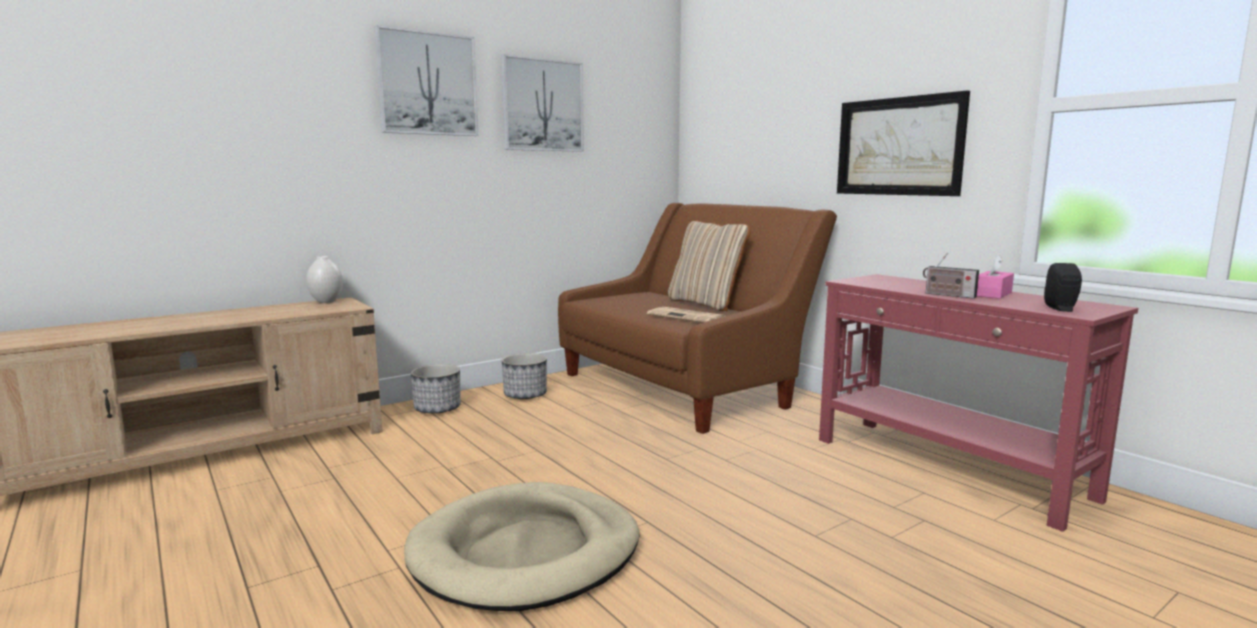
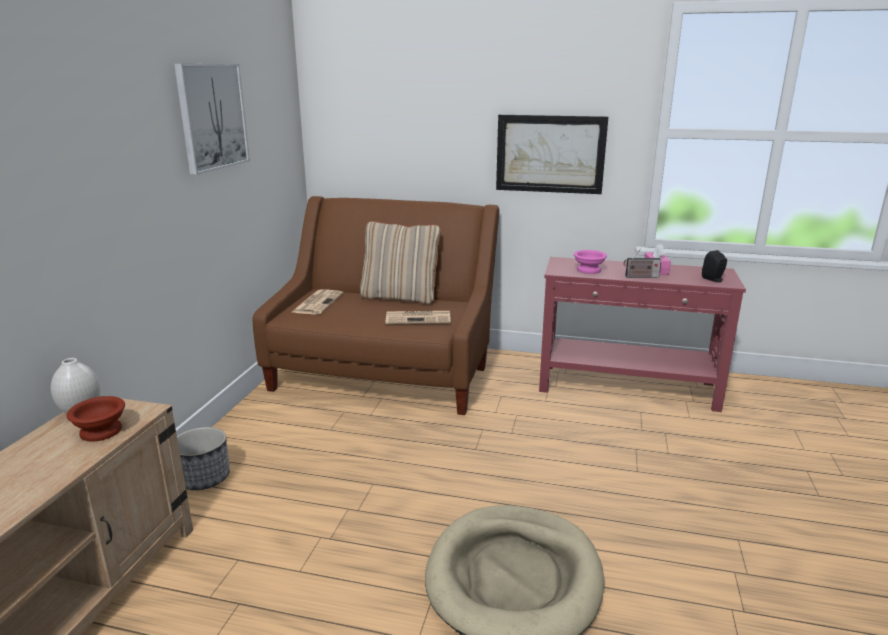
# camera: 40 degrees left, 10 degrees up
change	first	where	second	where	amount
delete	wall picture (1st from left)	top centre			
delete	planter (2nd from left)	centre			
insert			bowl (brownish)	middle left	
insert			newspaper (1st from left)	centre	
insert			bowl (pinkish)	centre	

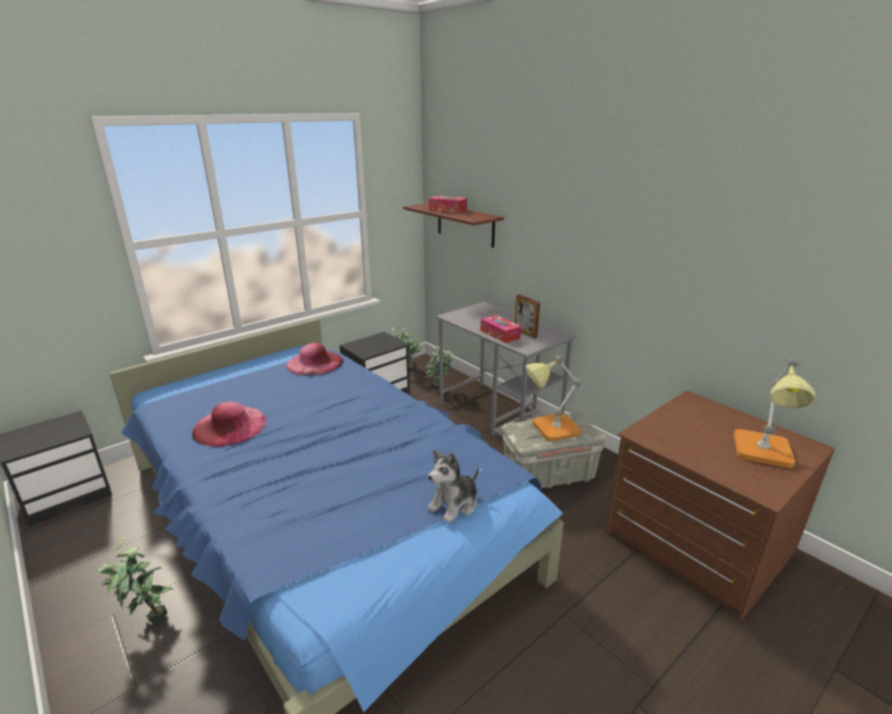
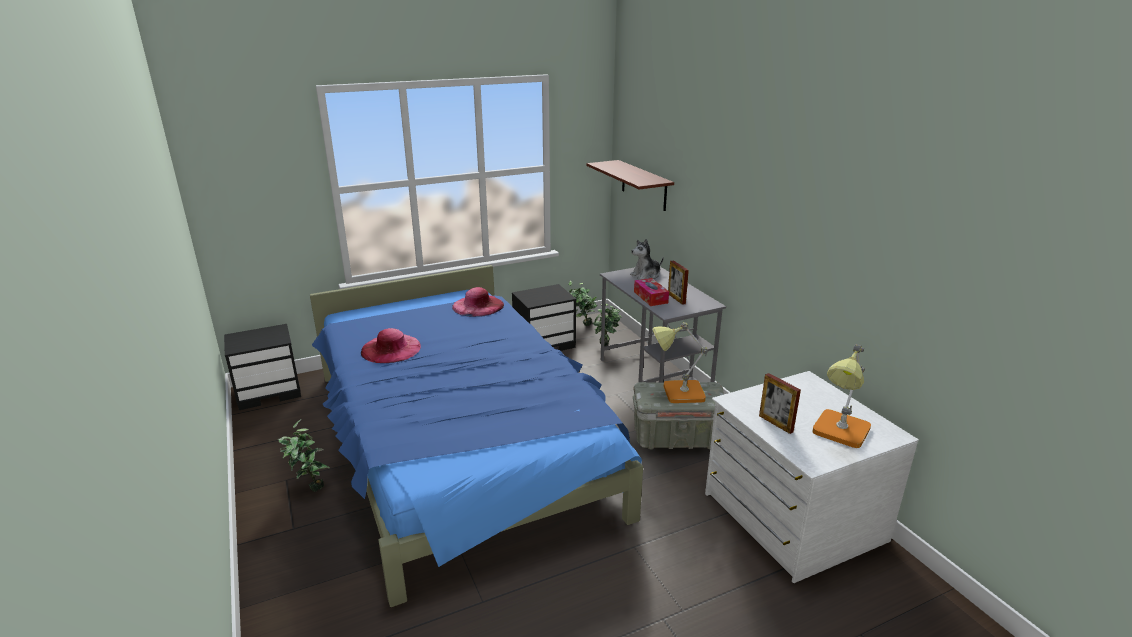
# camera: 15 degrees right, 0 degrees up
change	first	where	second	where	amount
move	cuddly toy	bottom centre		centre	
delete	tissue box (1st from left)	top centre			
recolor	chest of drawers (brownish)	bottom right	chest of drawers (white-coloured)	bottom right	
insert			picture frame (2nd from left)	middle right	

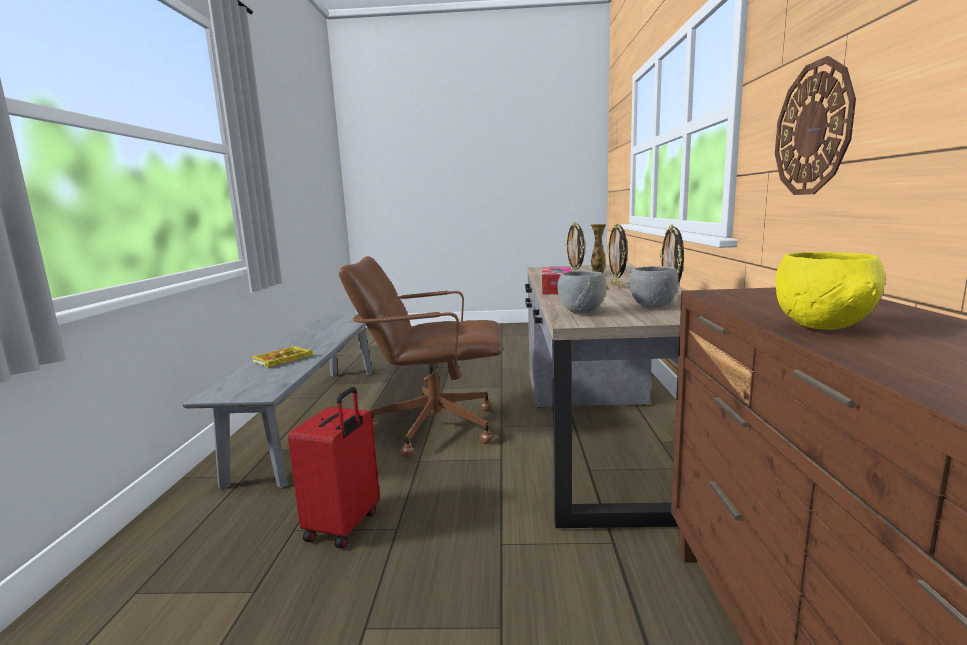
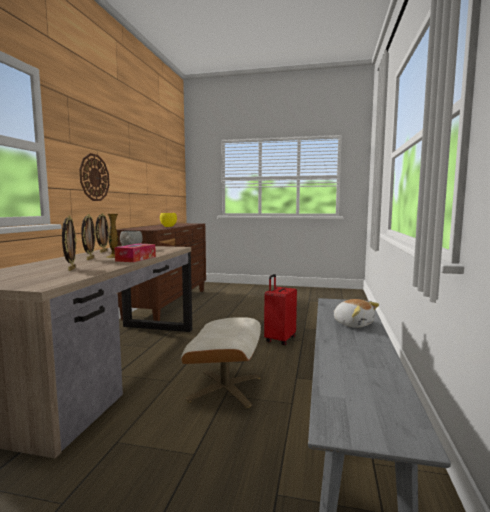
# camera: 170 degrees left, 5 degrees down
change	first	where	second	where	amount
replace	book	middle left	cuddly toy	middle right	
replace	desk chair (brownish)	centre	pouffe (beige)	bottom centre	
delete	bowl (greyish) (1st from left)	centre			

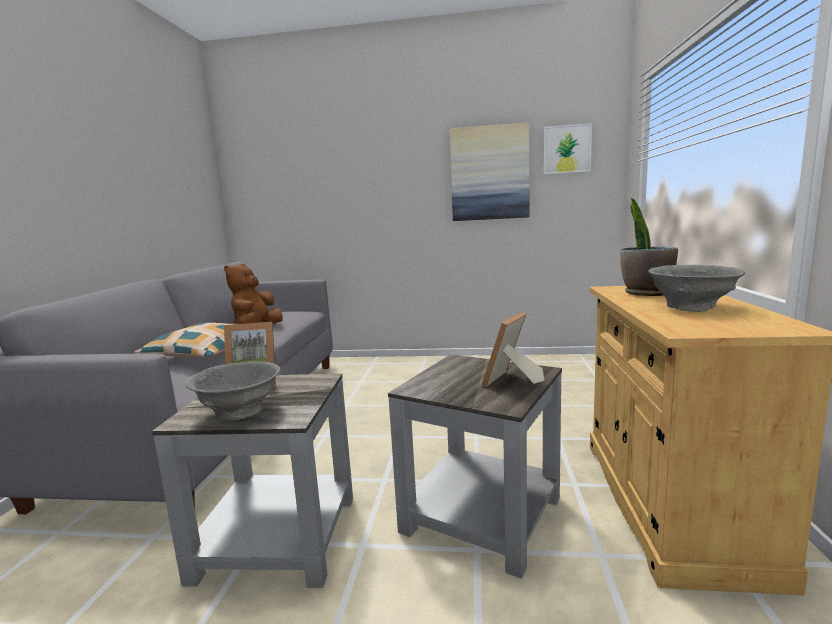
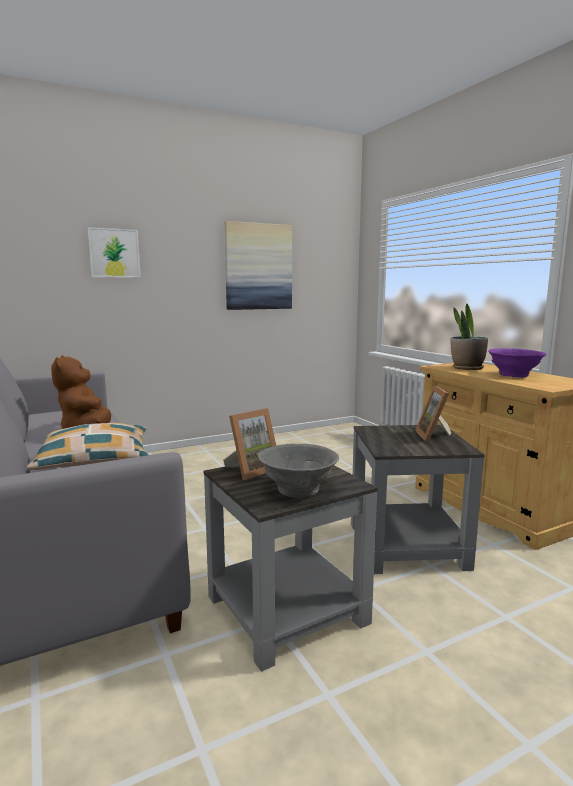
# camera: 35 degrees left, 0 degrees up
change	first	where	second	where	amount
move	wall picture (2nd from left in the first image)	top right	wall picture (1st from left)	top left	
recolor	bowl (greyish) (2nd from left)	middle right	bowl (purplish)	middle right	

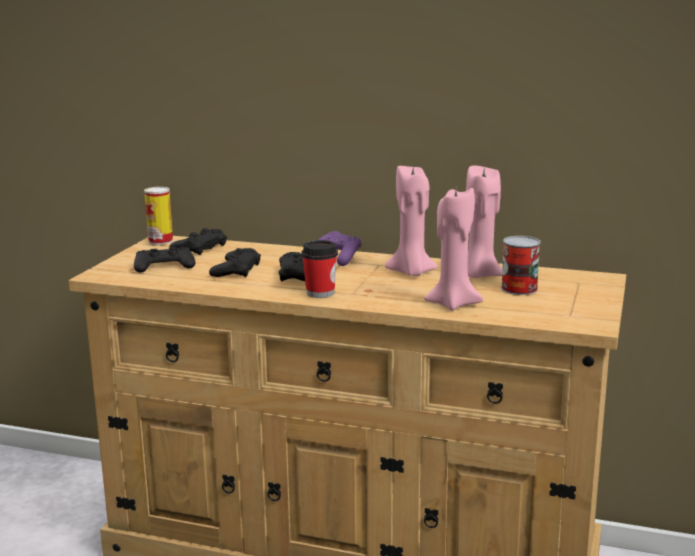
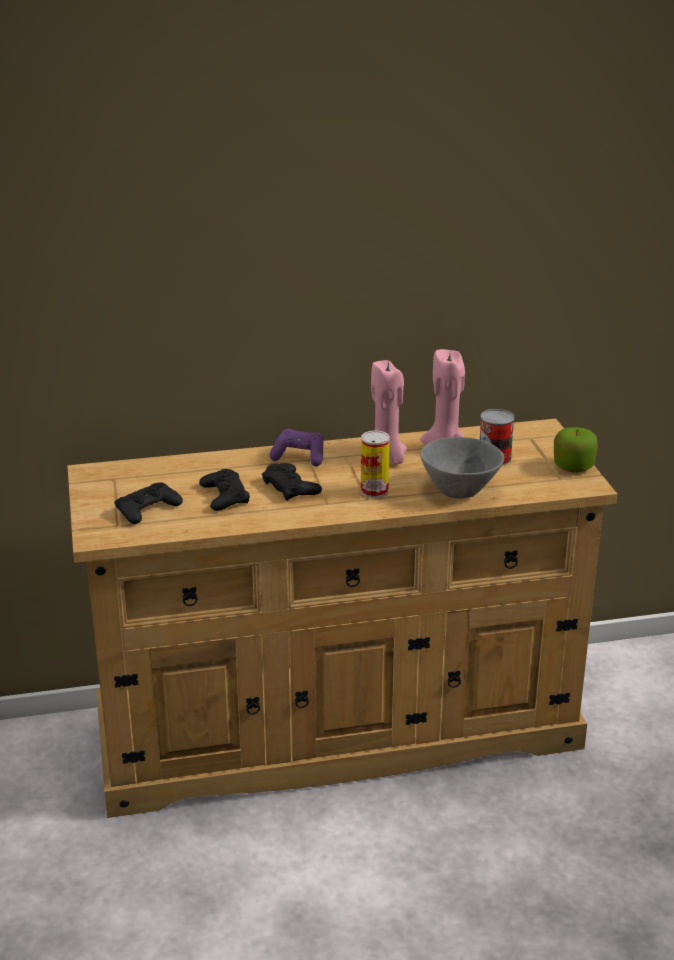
# camera: 30 degrees left, 10 degrees up
change	first	where	second	where	amount
move	can (1st from left)	middle left		centre	
delete	joypad (black) (2nd from left)	middle left			
delete	small cup	centre			
replace	candle (pinkish) (2nd from left)	centre	bowl (greyish)	middle right	
insert			apple fruit	middle right	

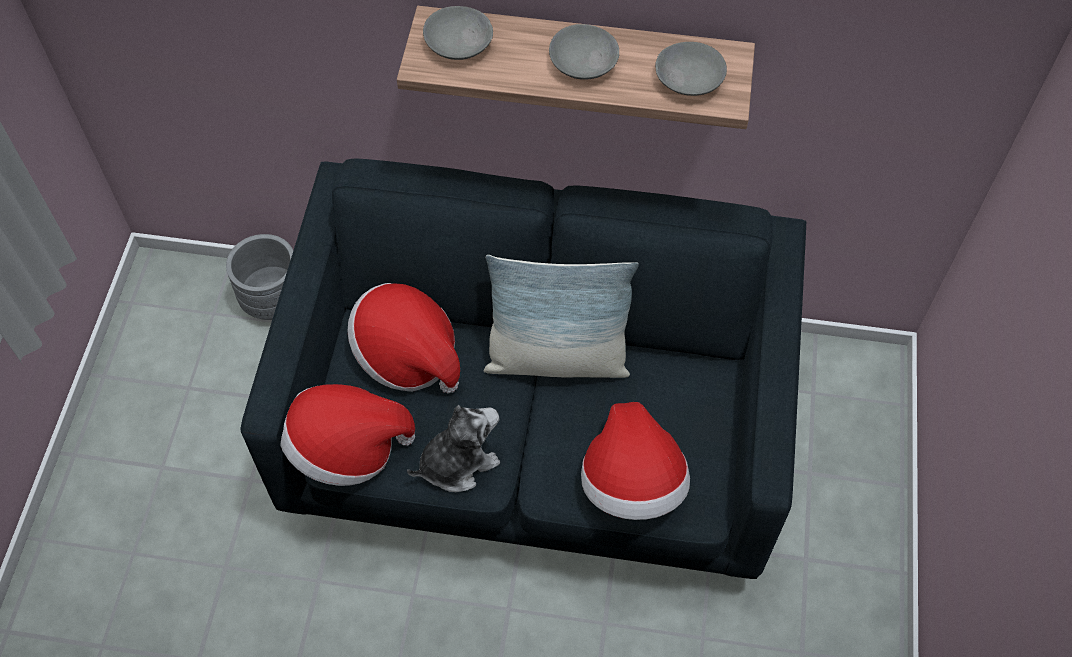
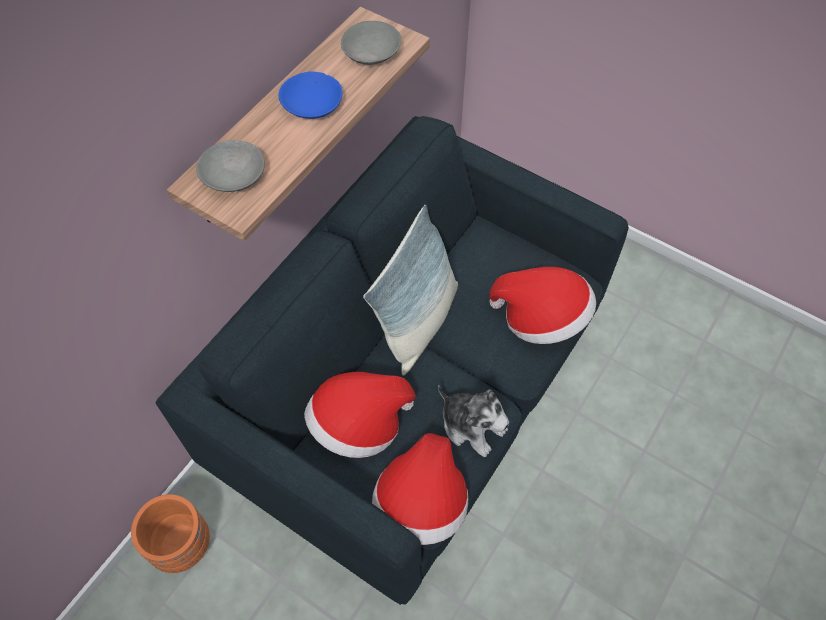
# camera: 65 degrees left, 0 degrees up
change	first	where	second	where	amount
recolor	planter (greyish)	middle left	planter (orangey)	bottom left	
rotate	cuddly toy	bottom centre		bottom centre	135 degrees clockwise
recolor	bowl (greyish) (2nd from left)	top centre	bowl (blue)	top centre	

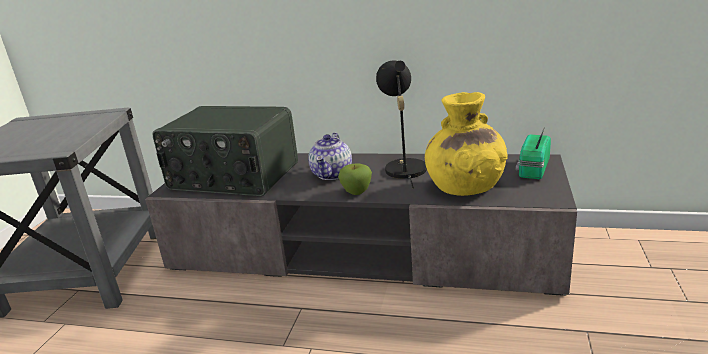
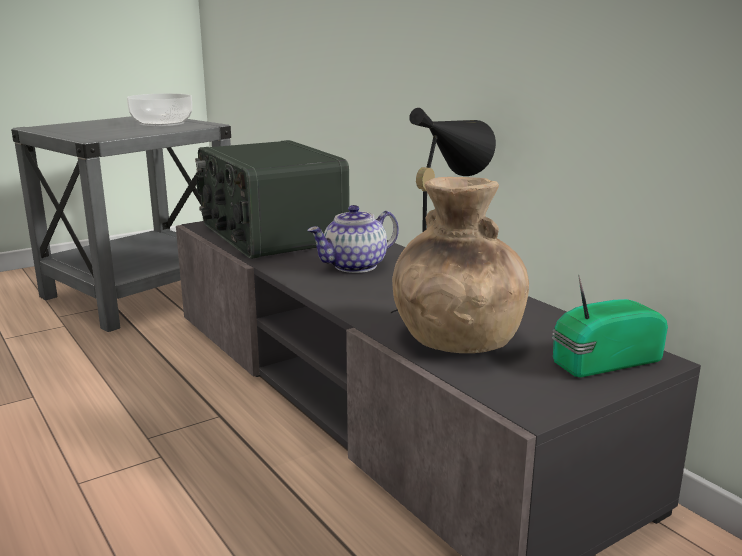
# camera: 40 degrees right, 5 degrees down
change	first	where	second	where	amount
delete	apple fruit	centre			
recolor	vase (yellowish)	centre	vase (brownish)	centre	
insert			bowl	top left	

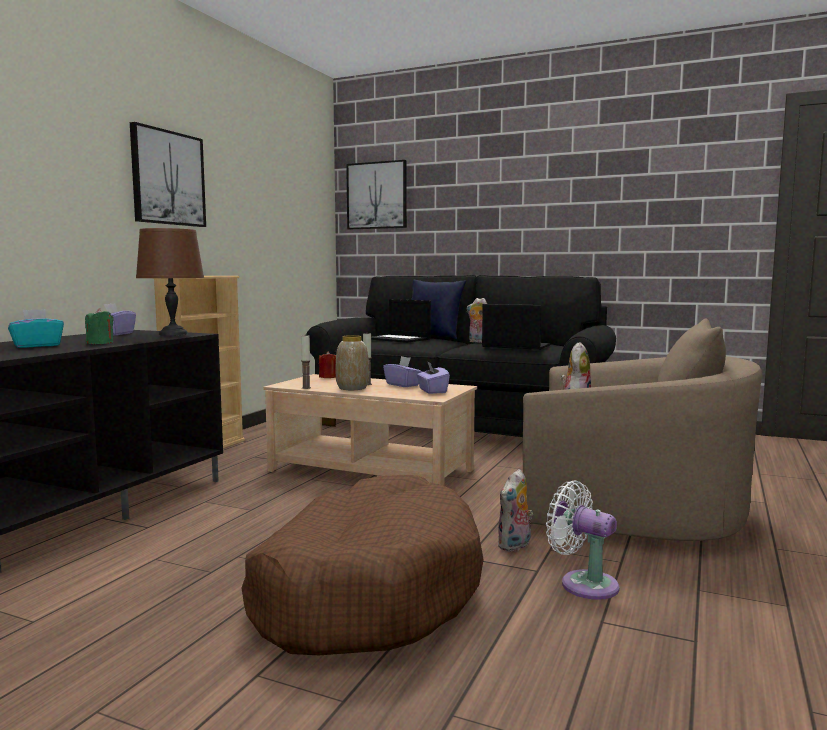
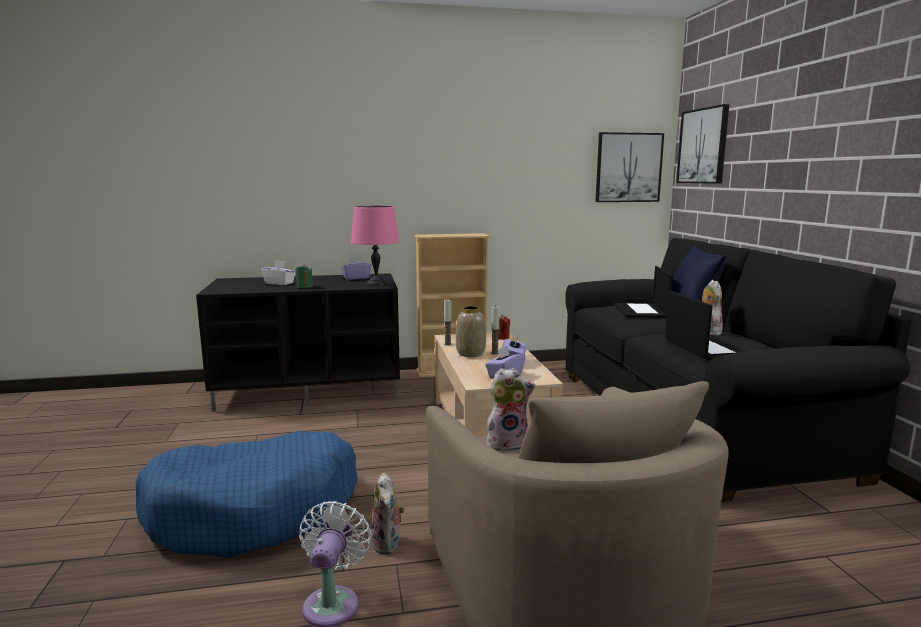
# camera: 55 degrees right, 5 degrees up
change	first	where	second	where	amount
recolor	tissue box (turquoise-coloured)	middle left	tissue box (white-coloured)	middle left	
move	wall picture (1st from left)	top left		top right	
recolor	table lamp (brownish)	middle left	table lamp (pinkish)	centre	
recolor	pet bed (brownish)	bottom centre	pet bed (blue)	bottom left	
rotate	cuddly toy (2nd from left in the first image)	bottom centre	cuddly toy (1st from left)	bottom centre	105 degrees counterclockwise

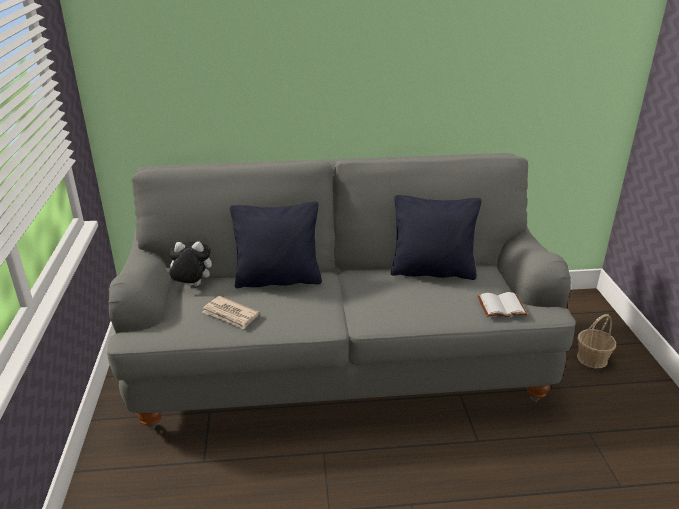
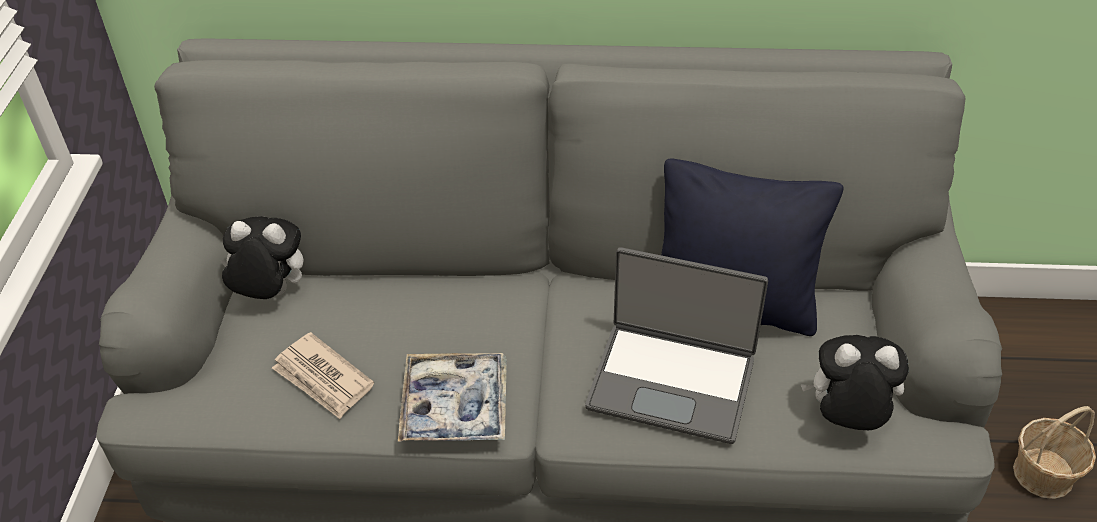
# camera: 10 degrees right, 15 degrees up
change	first	where	second	where	amount
delete	pillow (black) (1st from left)	centre			
replace	book (white-coloured)	middle right	cuddly toy (2nd from left)	bottom right	
insert			serving tray	bottom centre	
insert			notebook computer	centre	

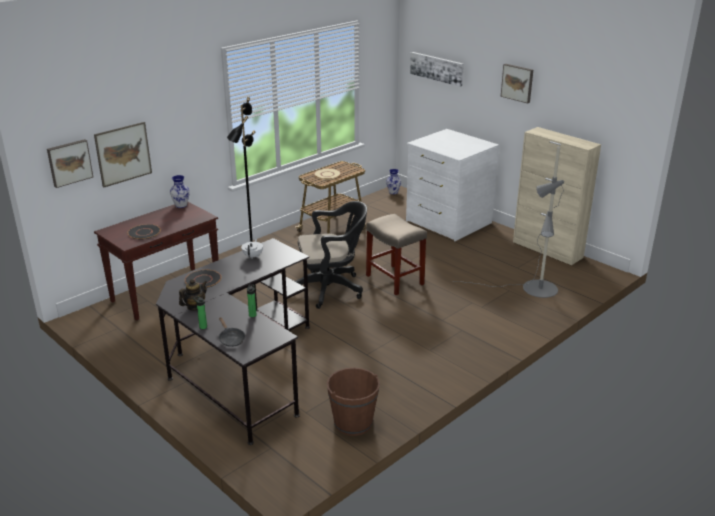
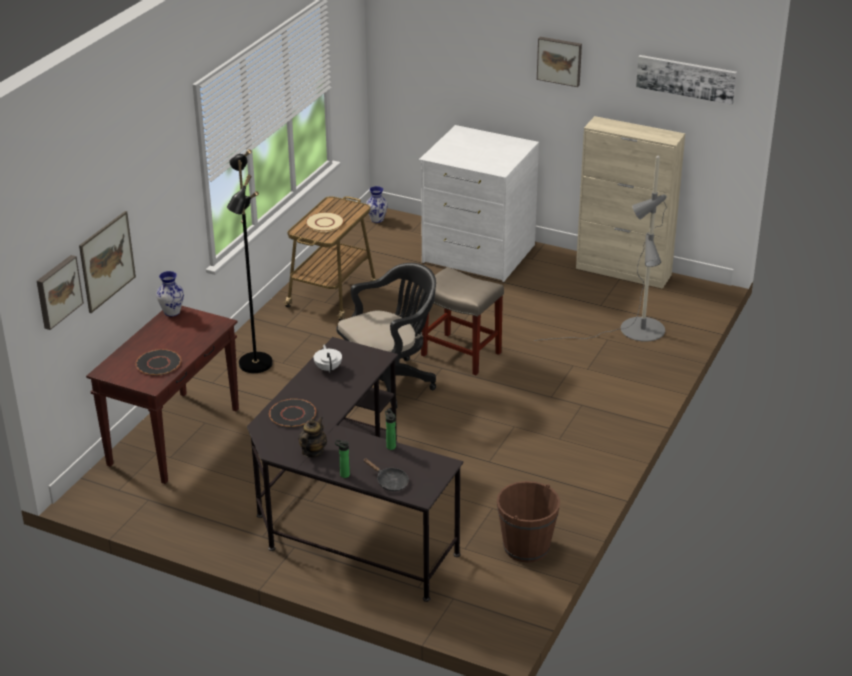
# camera: 20 degrees left, 5 degrees up
change	first	where	second	where	amount
move	wall picture (3rd from left in the first image)	top centre	wall picture (4th from left)	top right	

